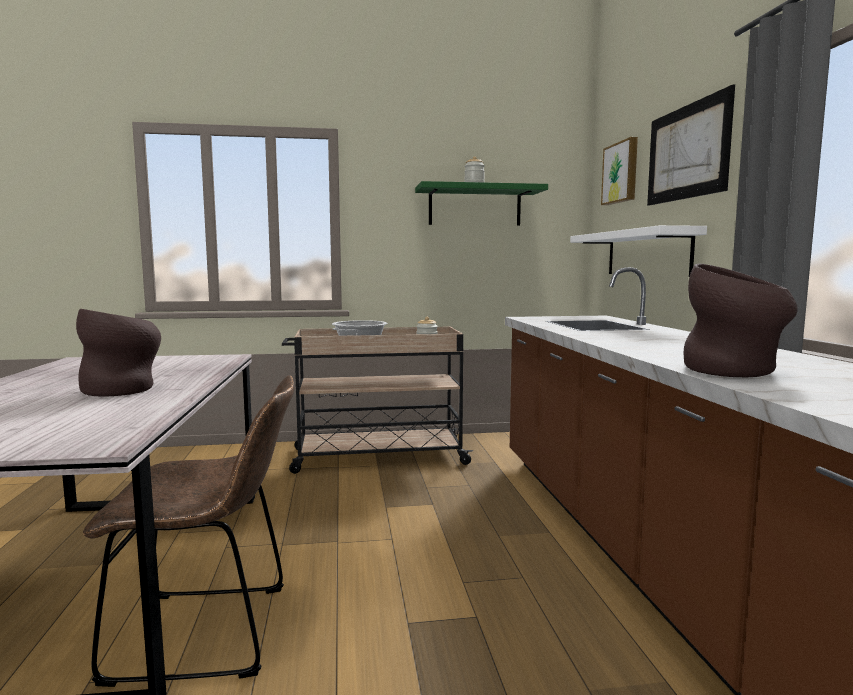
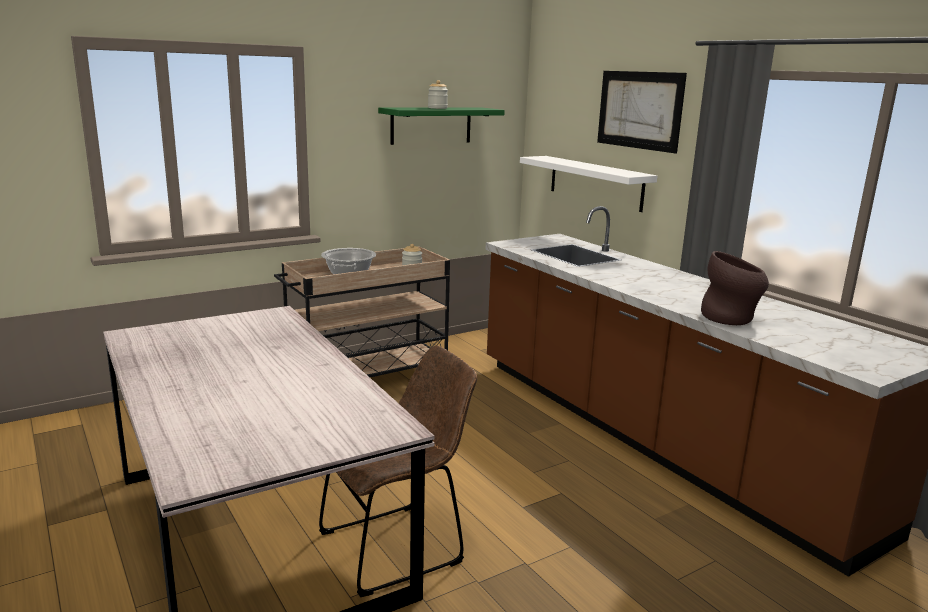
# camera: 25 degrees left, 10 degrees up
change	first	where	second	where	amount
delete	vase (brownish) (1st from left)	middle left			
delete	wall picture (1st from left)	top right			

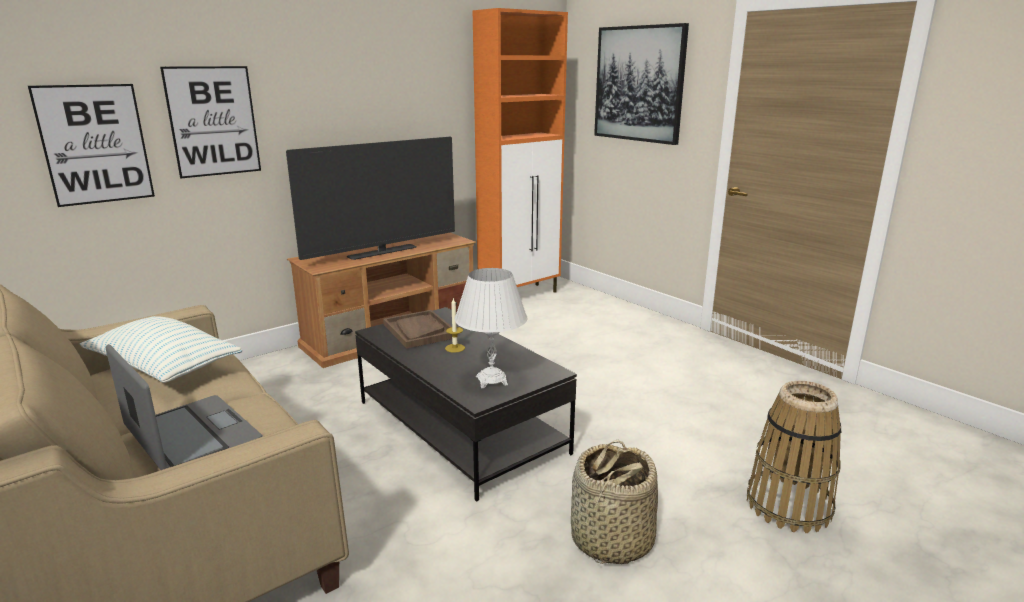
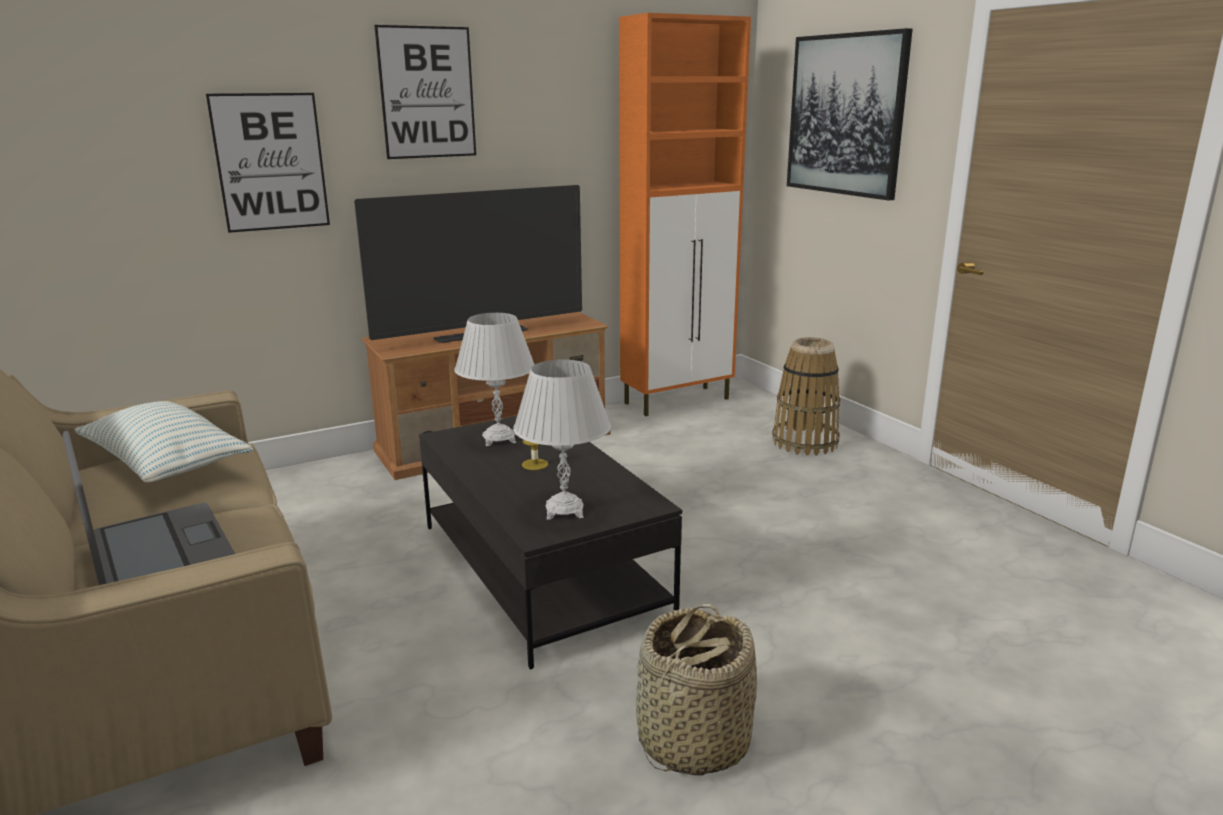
# camera: 10 degrees right, 0 degrees up
change	first	where	second	where	amount
move	wall picture (1st from left in the first image)	top left	wall picture (2nd from left)	top centre	
replace	serving tray (brownish)	centre	table lamp (white-coloured) (1st from left)	centre	
move	household basket (2nd from left)	bottom right		centre	

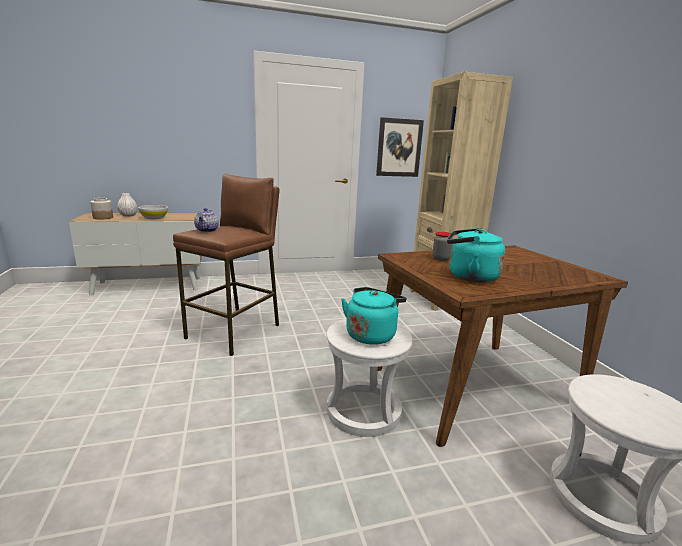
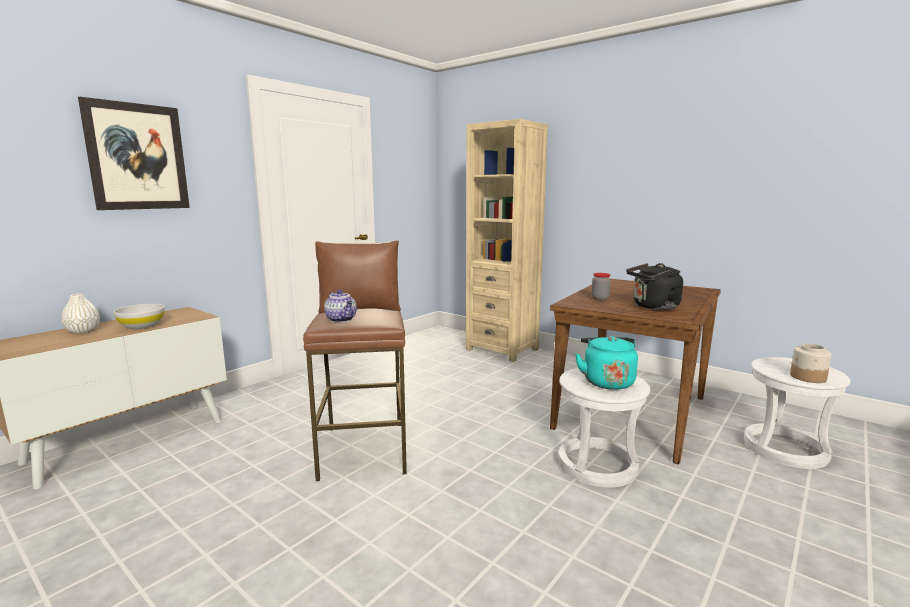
# camera: 35 degrees left, 5 degrees down
change	first	where	second	where	amount
move	storage jar (1st from left in the first image)	middle left	storage jar (2nd from left)	middle right	
move	wall picture	top centre		top left	
recolor	kettle (turquoise-coloured) (2nd from left)	middle right	kettle (black)	middle right	

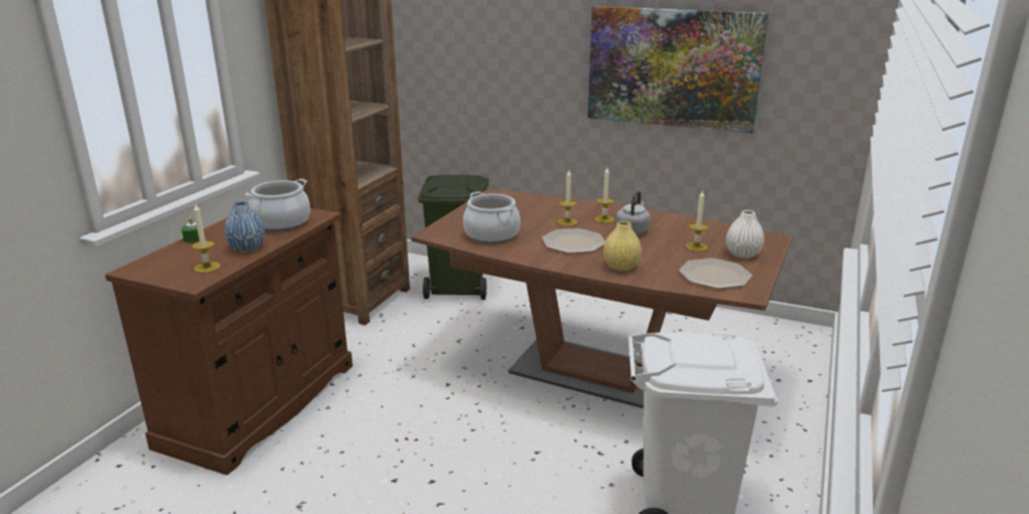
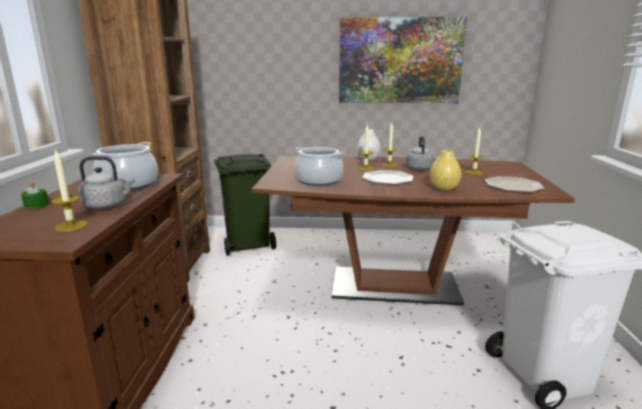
# camera: 20 degrees left, 5 degrees down
change	first	where	second	where	amount
replace	vase (blue)	middle left	kettle (greyish) (1st from left)	middle left	
move	vase (white-coloured)	middle right		centre	

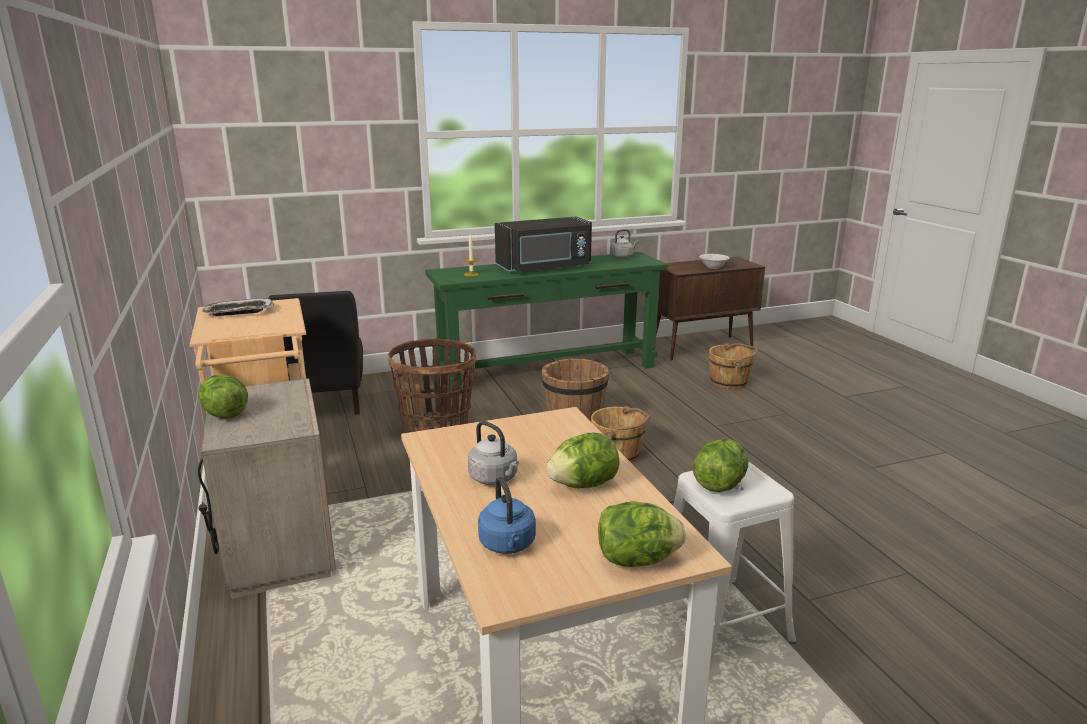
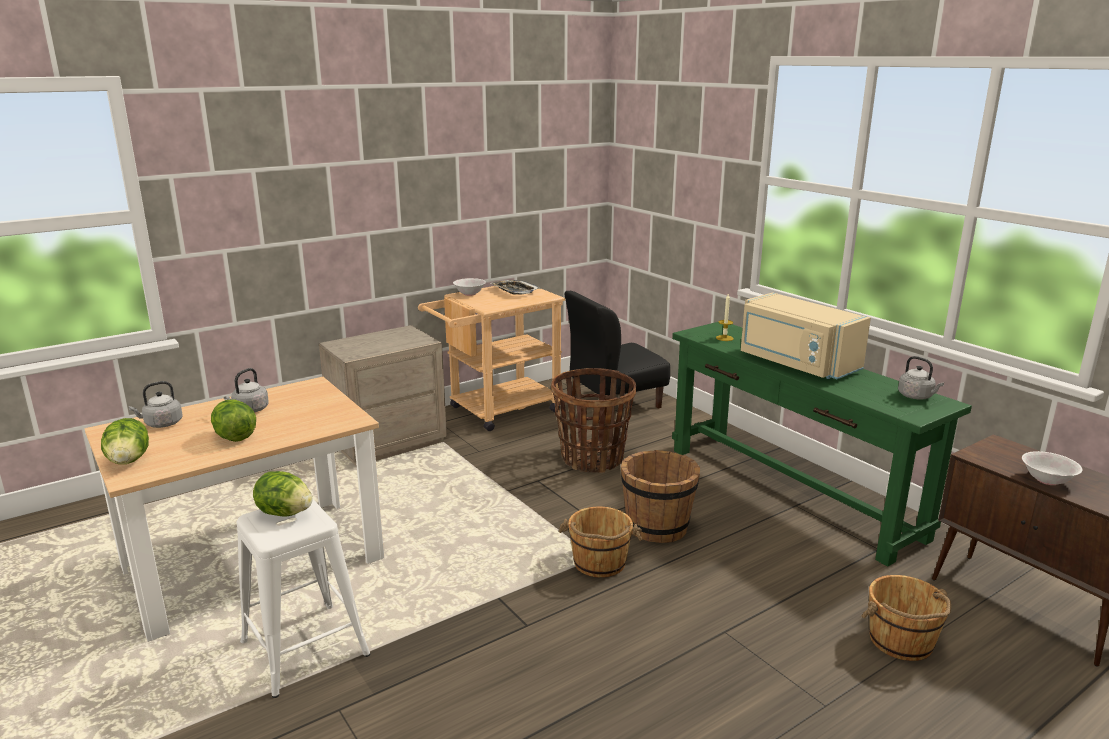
# camera: 75 degrees right, 0 degrees up
change	first	where	second	where	amount
delete	head of lettuce (1st from left)	middle left			
recolor	kettle (blue)	bottom centre	kettle (greyish) (1st from left)	middle left	
recolor	microwave (black)	centre	microwave (beige)	middle right	
insert			bowl (white-coloured) (1st from left)	centre	

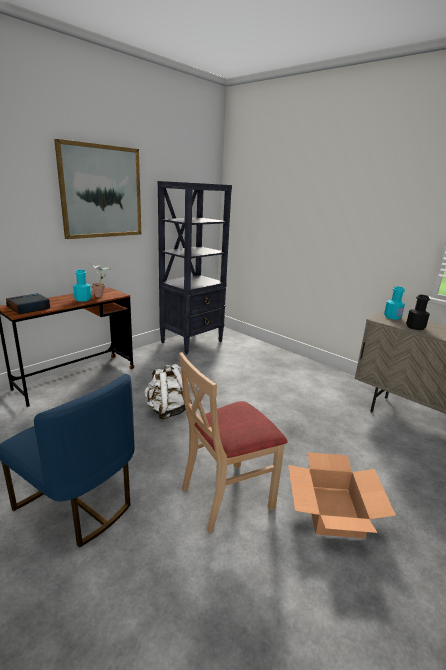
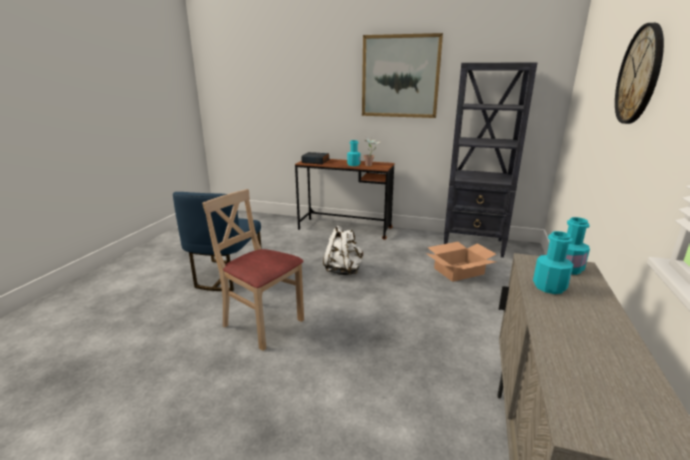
# camera: 65 degrees right, 0 degrees up
change	first	where	second	where	amount
move	packing box	bottom right		middle right	
recolor	beverage bottle (black)	middle right	beverage bottle (turquoise-coloured) (2nd from left)	middle right	
insert			hanging clock	top right	

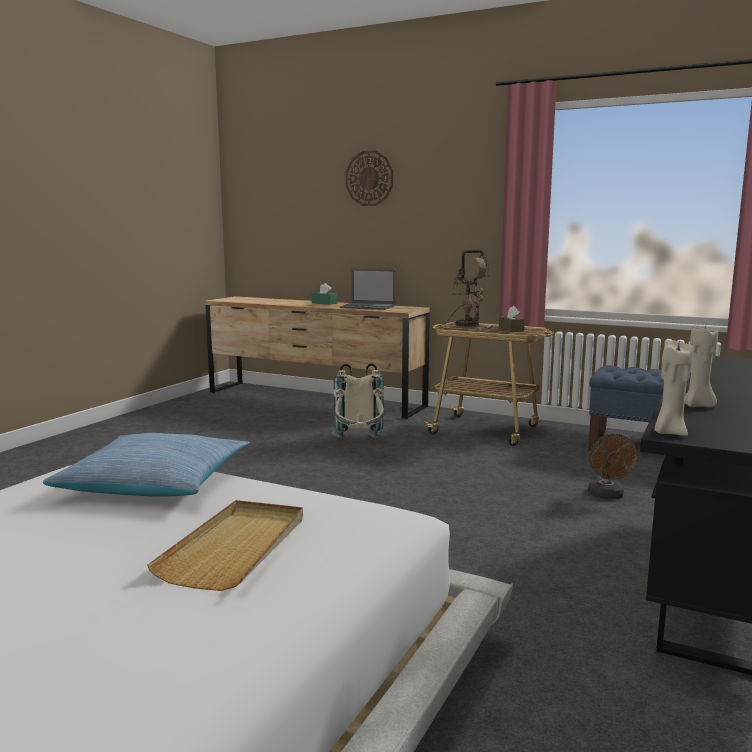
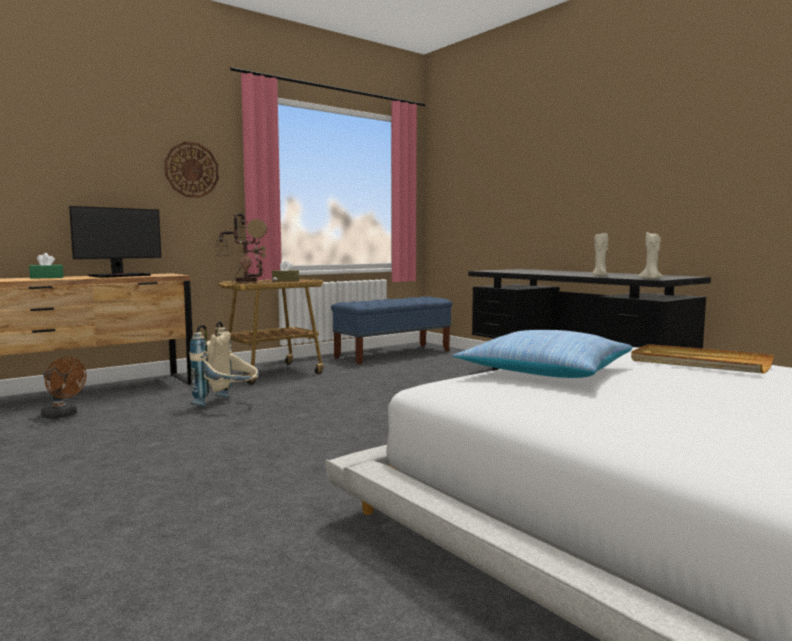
# camera: 65 degrees left, 5 degrees down
change	first	where	second	where	amount
replace	notebook computer	centre	computer screen	middle left	
move	hanging clock	top centre		top left	
move	cooling fan (brownish)	middle right		middle left	

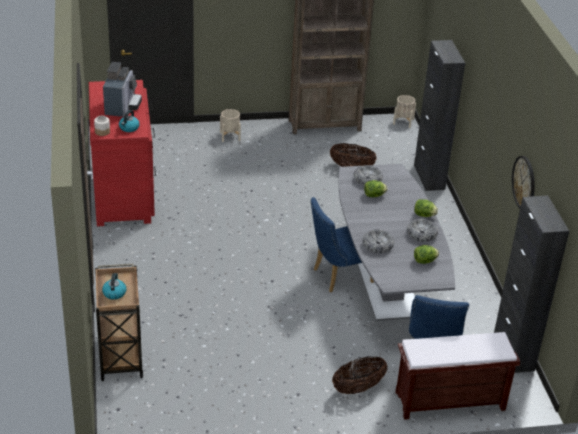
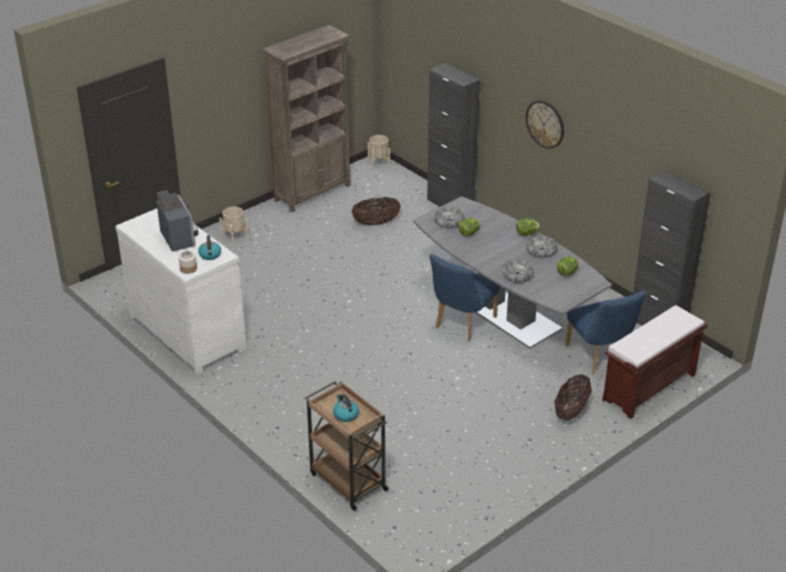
# camera: 30 degrees left, 0 degrees up
change	first	where	second	where	amount
recolor	chest of drawers (red)	middle left	chest of drawers (white-coloured)	middle left	
move	hanging clock	middle right		top right	

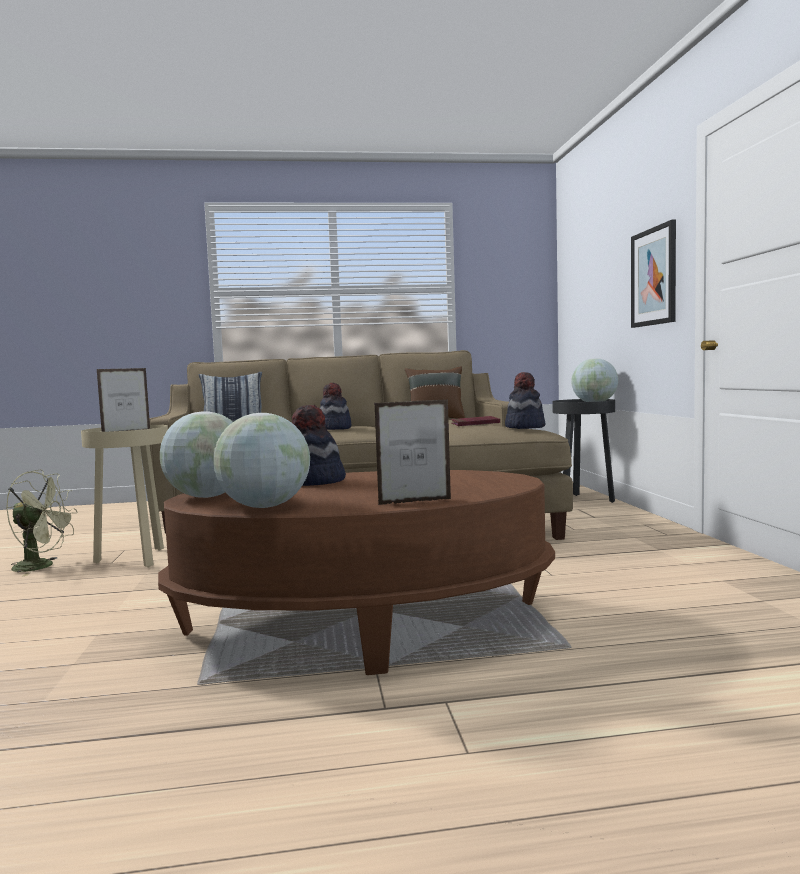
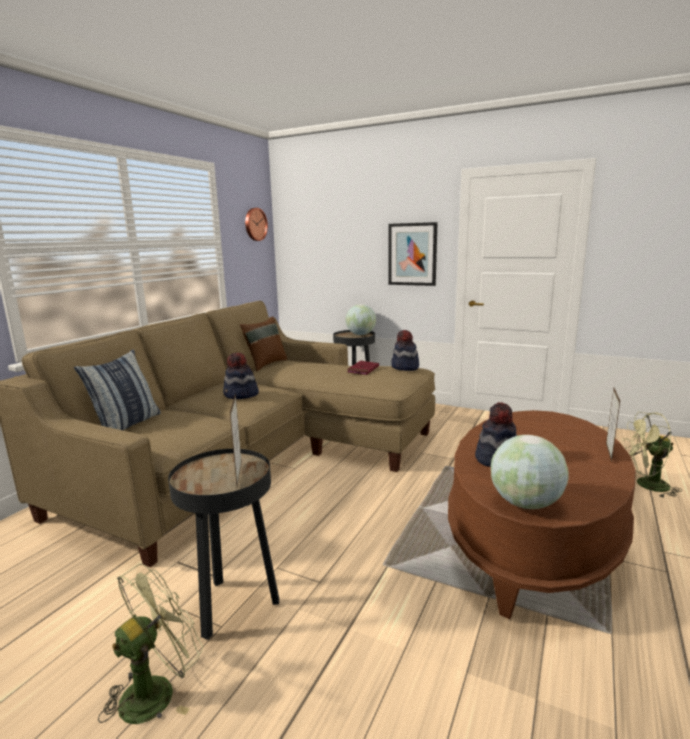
# camera: 55 degrees left, 10 degrees up
change	first	where	second	where	amount
recolor	side table (beige)	middle left	side table (black) (1st from left)	bottom left	
delete	world globe (2nd from left)	middle left			
insert			hanging clock	top centre	
insert			cooling fan (greenish) (2nd from left)	middle right	

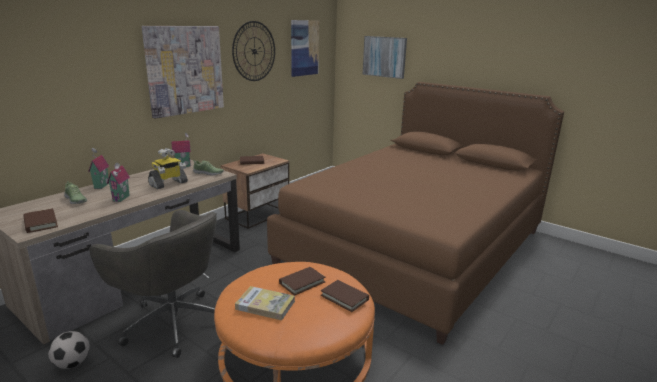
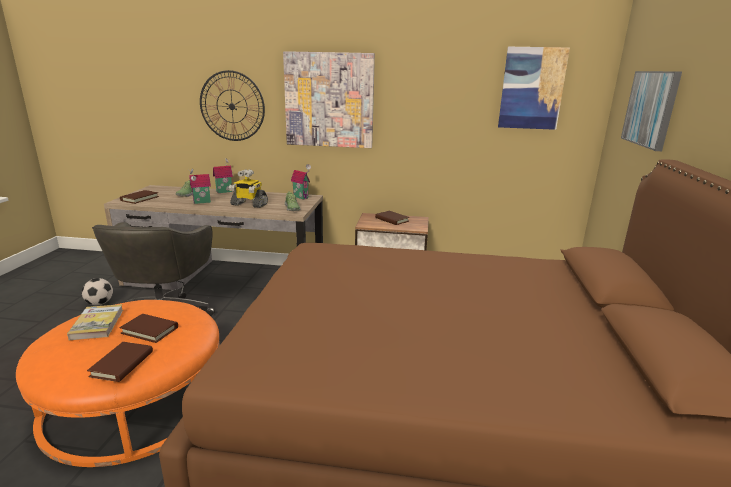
# camera: 60 degrees right, 0 degrees up
change	first	where	second	where	amount
move	hanging clock	top centre		top left	

